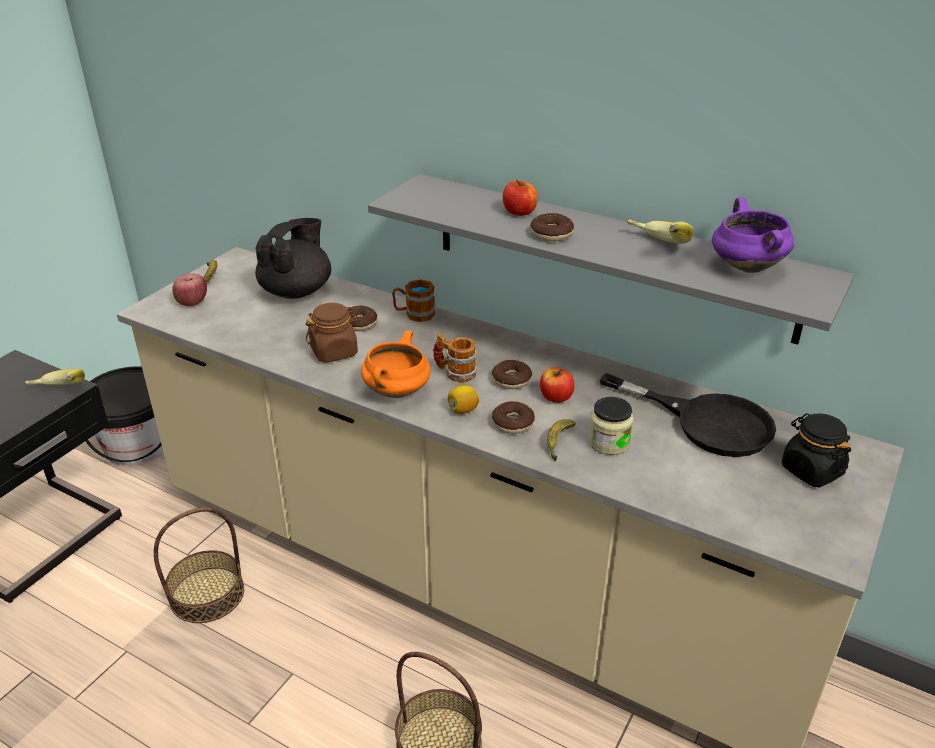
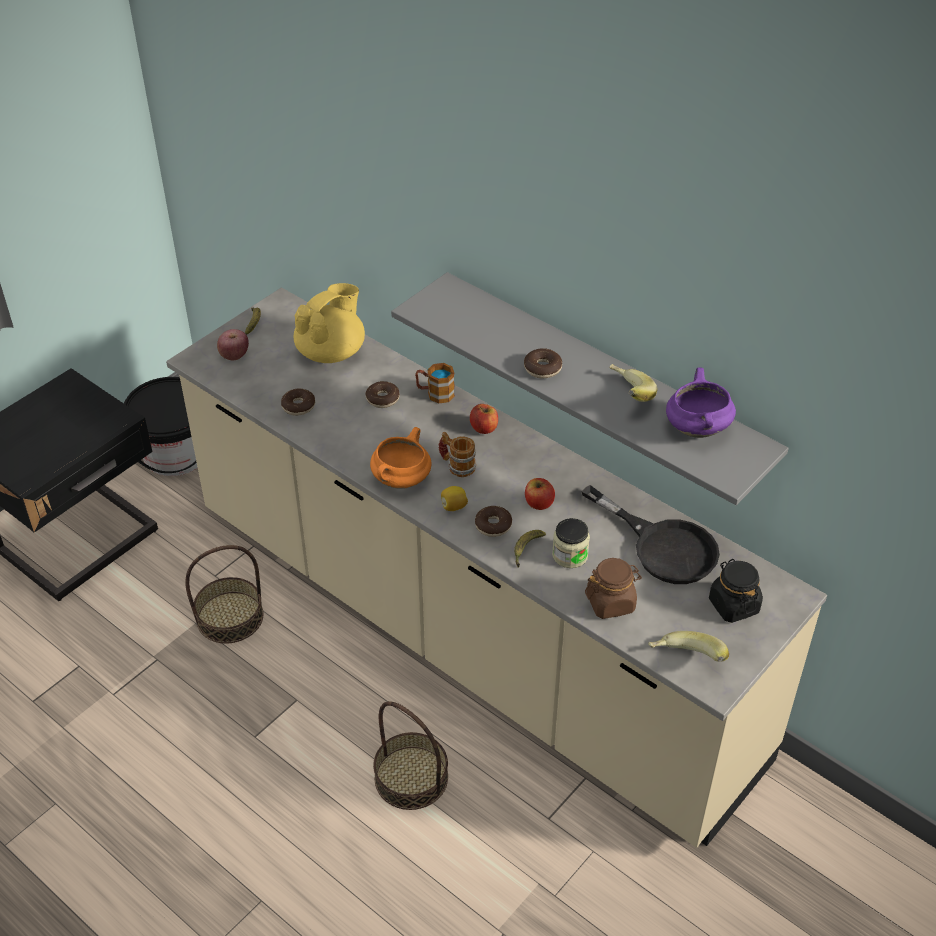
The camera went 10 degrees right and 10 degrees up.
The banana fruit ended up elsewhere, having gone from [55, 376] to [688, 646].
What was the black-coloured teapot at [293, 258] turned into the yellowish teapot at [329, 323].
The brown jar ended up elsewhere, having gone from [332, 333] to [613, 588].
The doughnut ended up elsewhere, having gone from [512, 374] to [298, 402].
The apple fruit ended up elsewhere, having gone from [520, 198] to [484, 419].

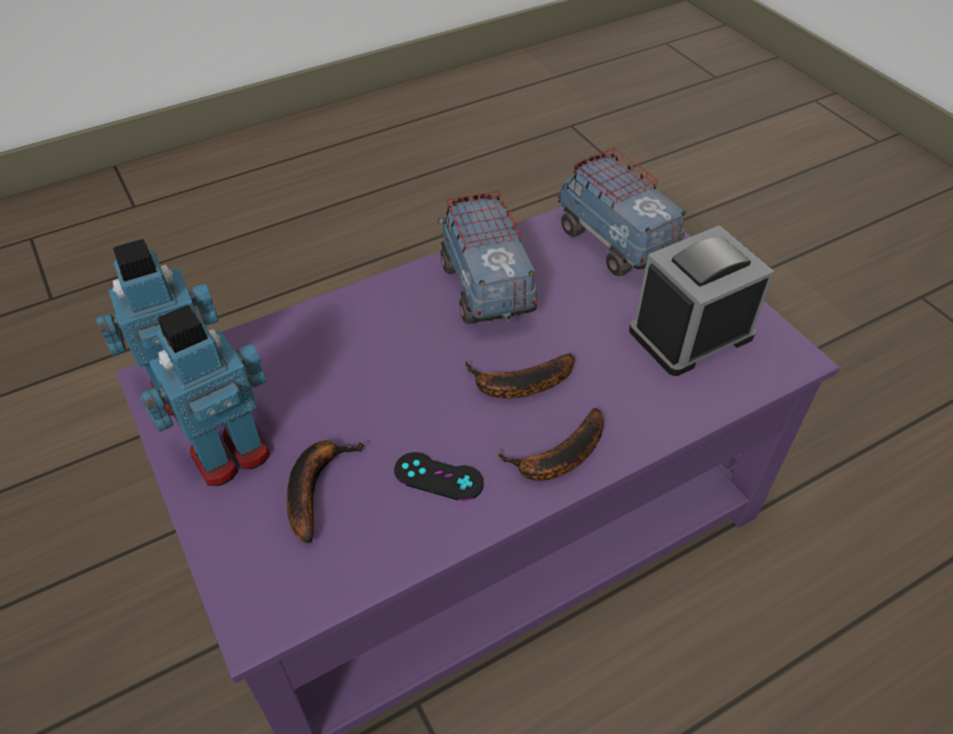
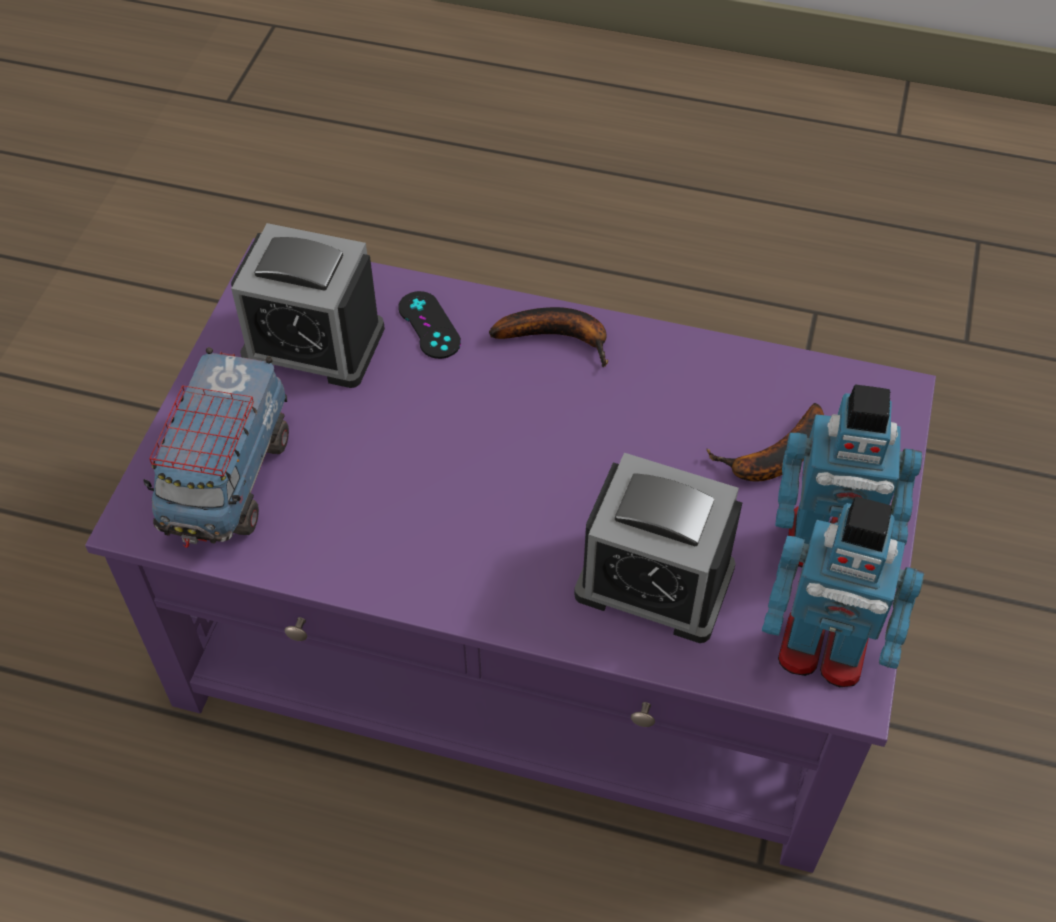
The camera went 135 degrees left and 5 degrees up.
The black-coloured joypad ended up elsewhere, having gone from [439, 476] to [429, 325].
The second view lost the model truck at [487, 257].
The second view lost the banana fruit at [520, 375].
The second view gained the table clock at [658, 548].

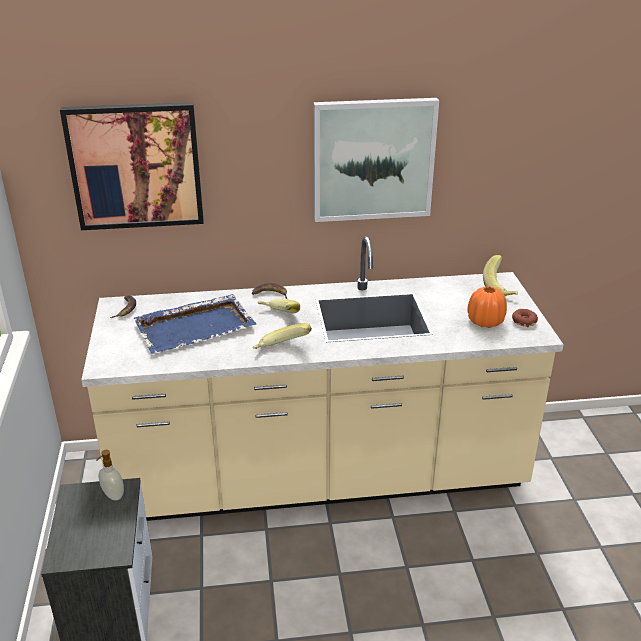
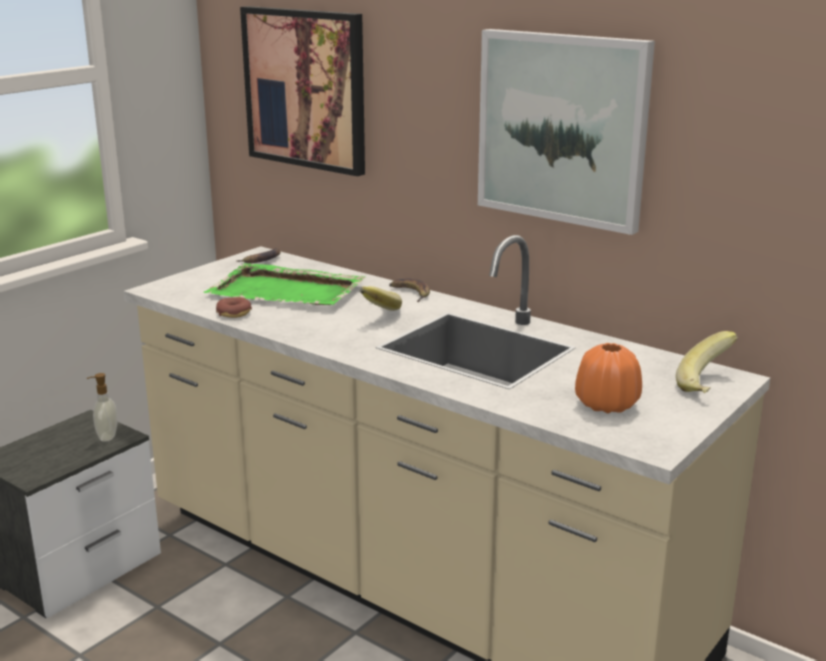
The camera went 45 degrees right and 10 degrees down.
What was the blue serving tray at [194, 324] turned into the green serving tray at [284, 284].
The second view lost the banana fruit at [282, 336].
The doughnut ended up elsewhere, having gone from [525, 318] to [234, 307].

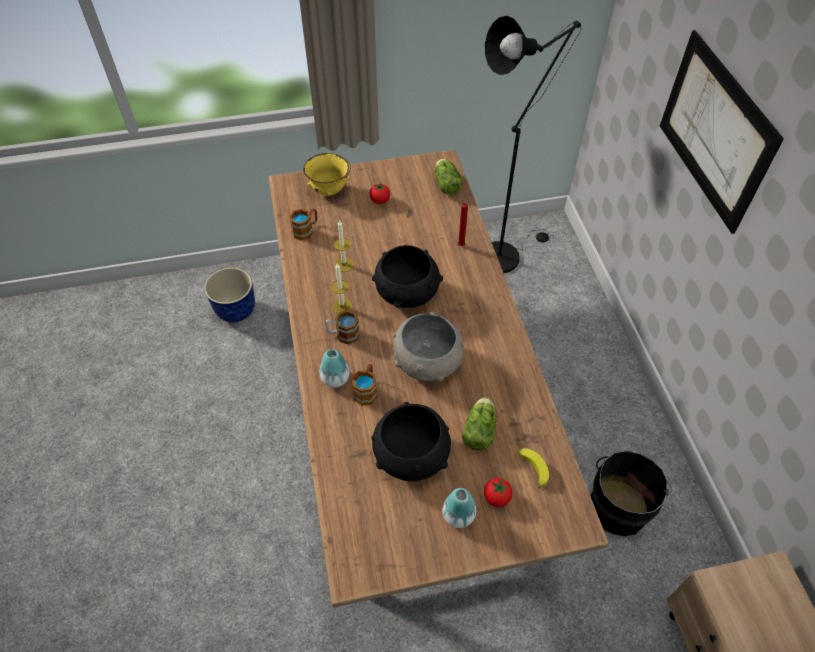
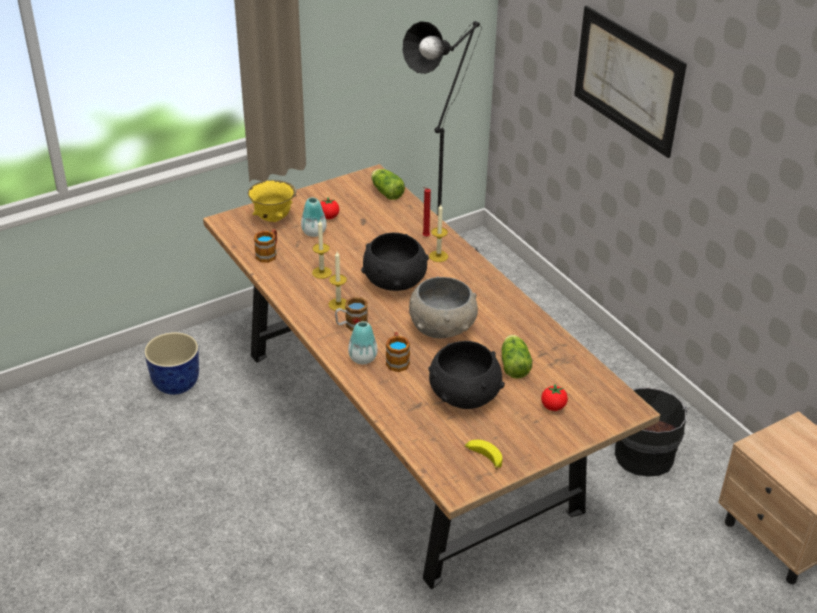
The camera went 20 degrees left and 15 degrees down.
The decorative vase ended up elsewhere, having gone from [459, 508] to [314, 217].
The banana fruit ended up elsewhere, having gone from [533, 468] to [483, 454].
The second view gained the candle at [438, 233].

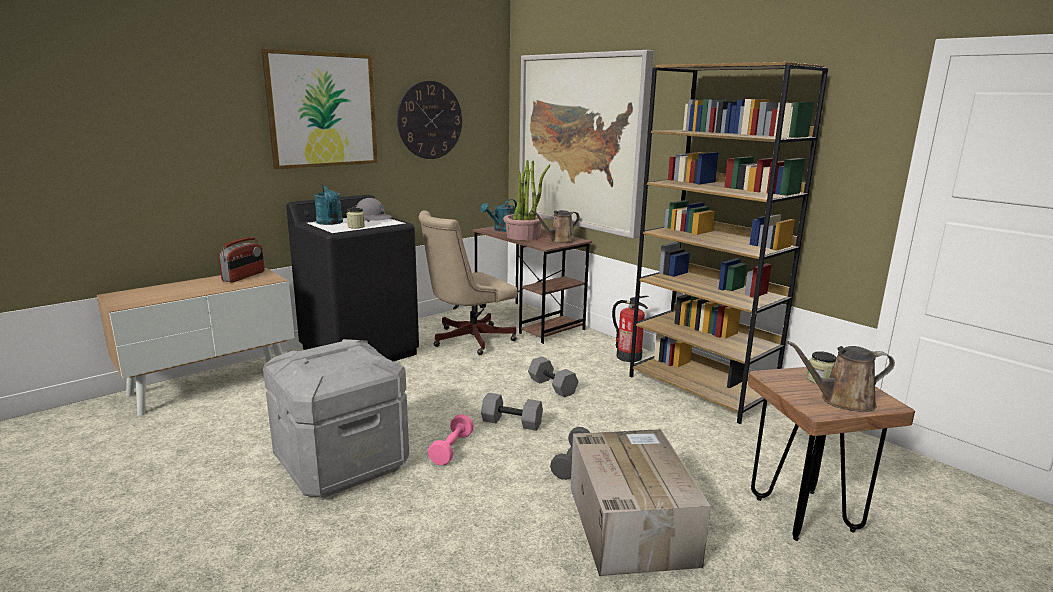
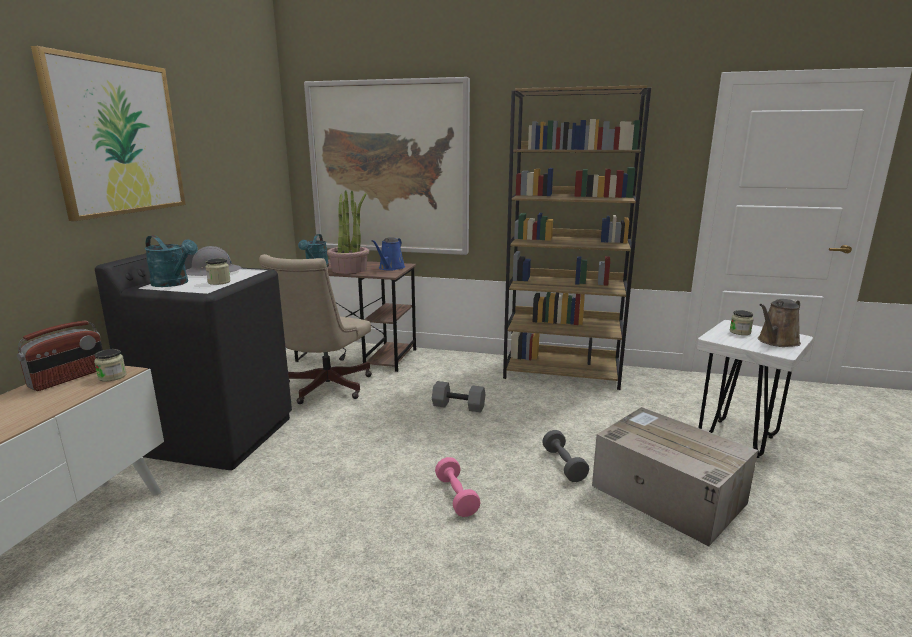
The camera went 35 degrees left and 0 degrees up.
The radio at [242, 259] ended up facing another way, 45 degrees clockwise from before.
The second view lost the gray storage container at [336, 418].
The second view lost the hanging clock at [429, 120].
The second view lost the gray free weight at [512, 412].
What was the brown watering can at [556, 226] turned into the blue watering can at [388, 254].
The second view lost the fire-fighting cylinder at [630, 329].
What was the brown stool at [831, 454] turned into the white-coloured stool at [755, 389].
The second view gained the jar at [110, 365].

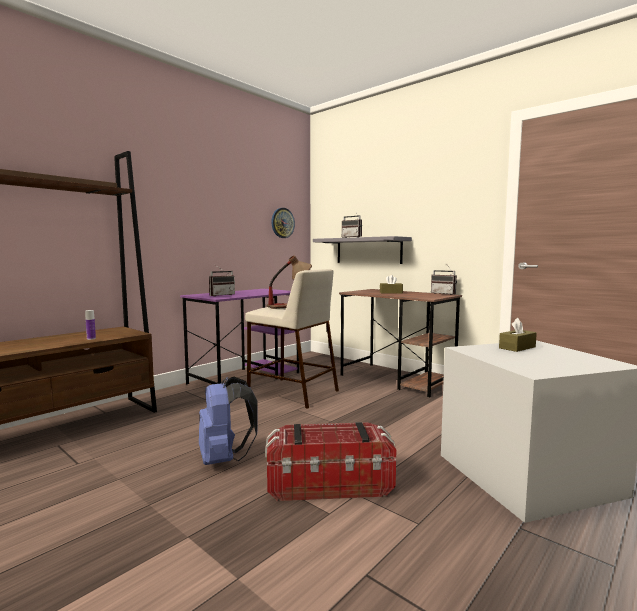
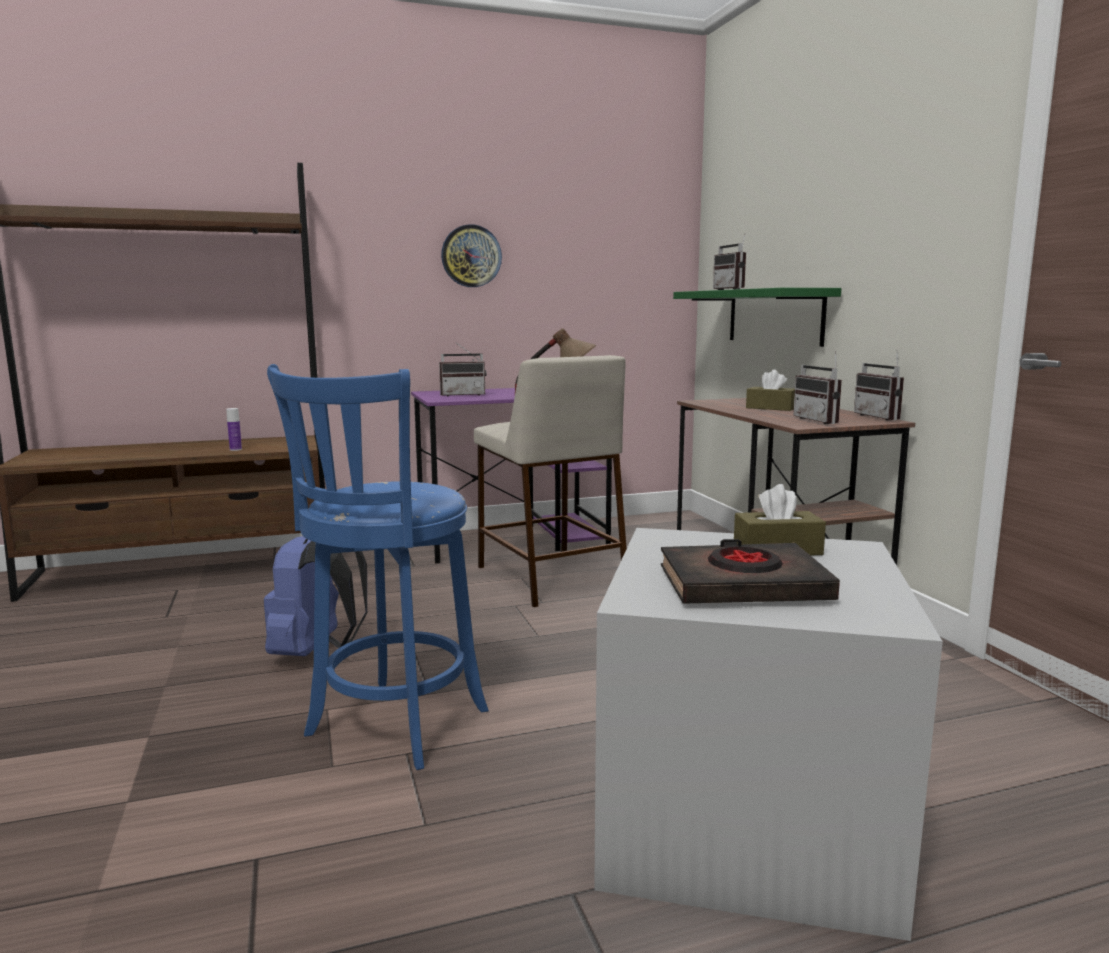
The camera went 30 degrees right and 5 degrees up.
Where the storage container stood at [330, 461], the blue stool came to stand at [378, 567].
The hanging clock ended up elsewhere, having gone from [283, 223] to [471, 255].
What was the gray shelf at [362, 250] turned into the green shelf at [757, 317].
The second view gained the black-coloured volume at [750, 571].
The second view gained the radio at [817, 387].

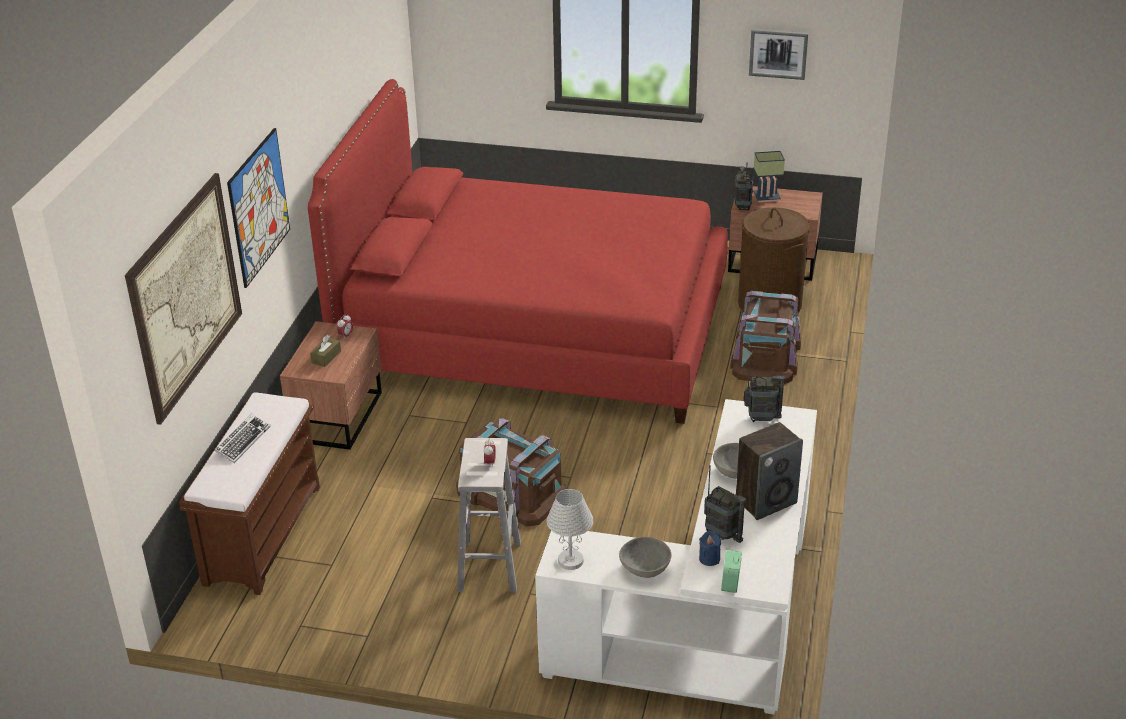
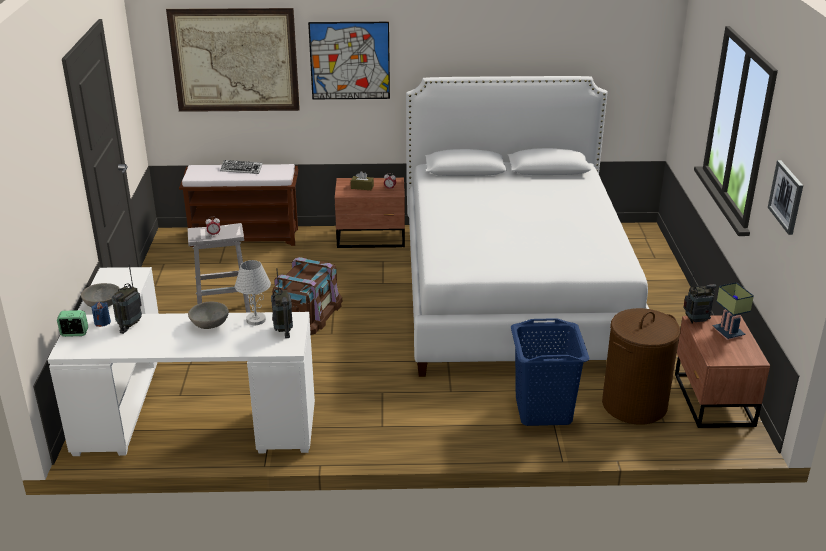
The camera went 75 degrees right and 5 degrees down.
What was the red sleeping bed at [518, 251] turned into the white-coloured sleeping bed at [527, 226].
The white-coloured tabletop lamp ended up elsewhere, having gone from [569, 529] to [253, 292].
Where the brown storage container stood at [765, 337], the blue hamper came to stand at [550, 372].
The second view lost the speaker at [769, 471].

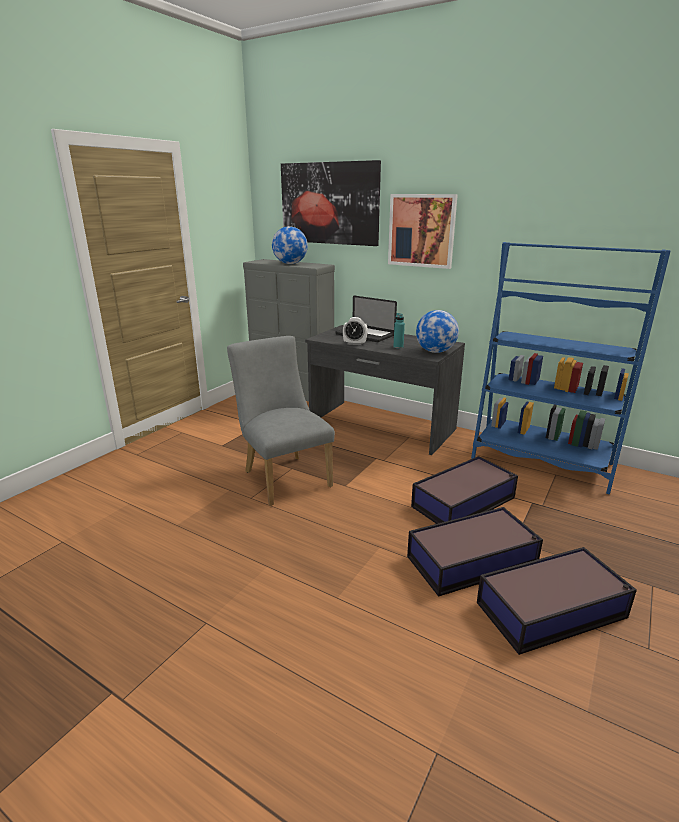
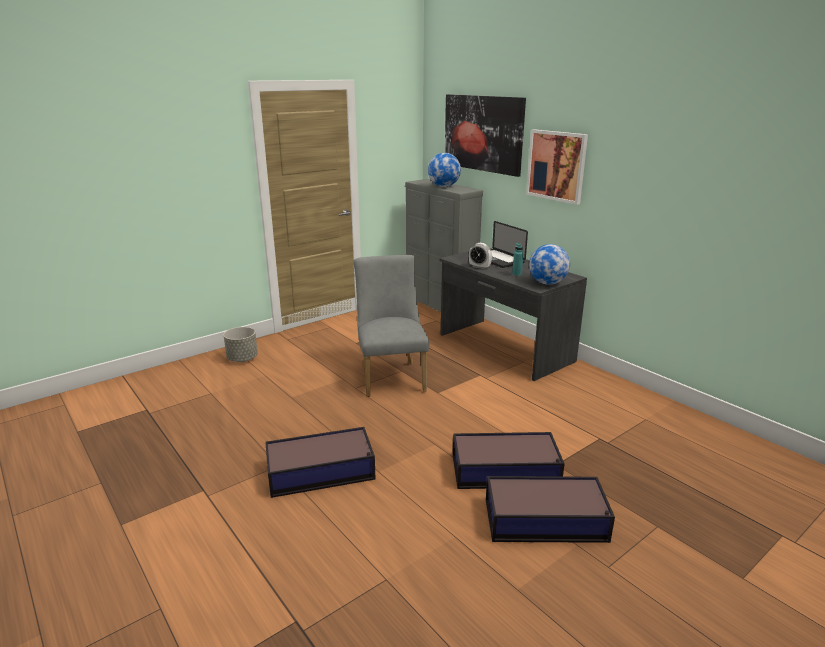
The camera went 20 degrees right and 0 degrees up.
The storage container ended up elsewhere, having gone from [464, 490] to [320, 462].
The second view lost the blue bookcase at [570, 368].
The second view gained the gray plant pot at [241, 344].

